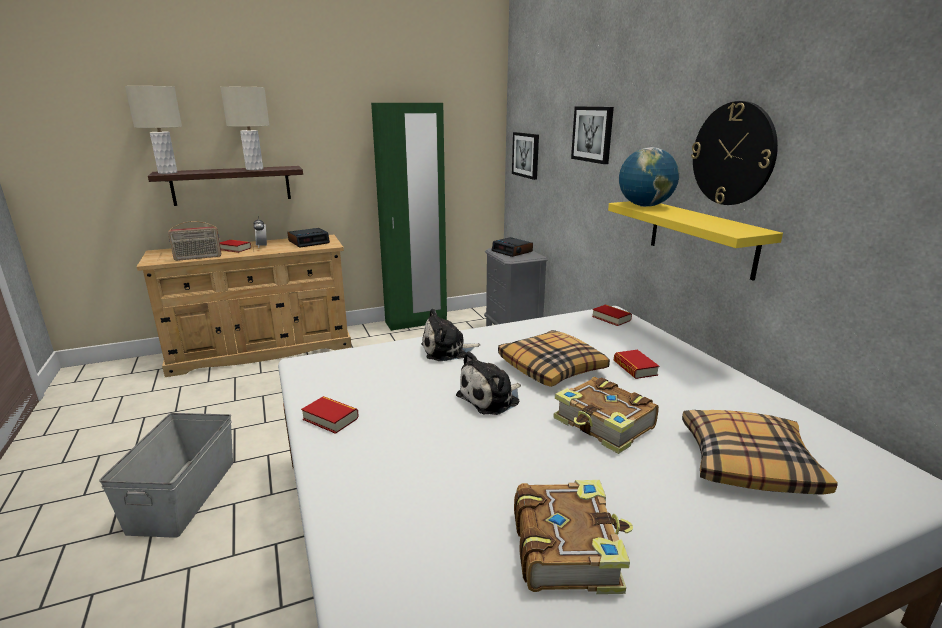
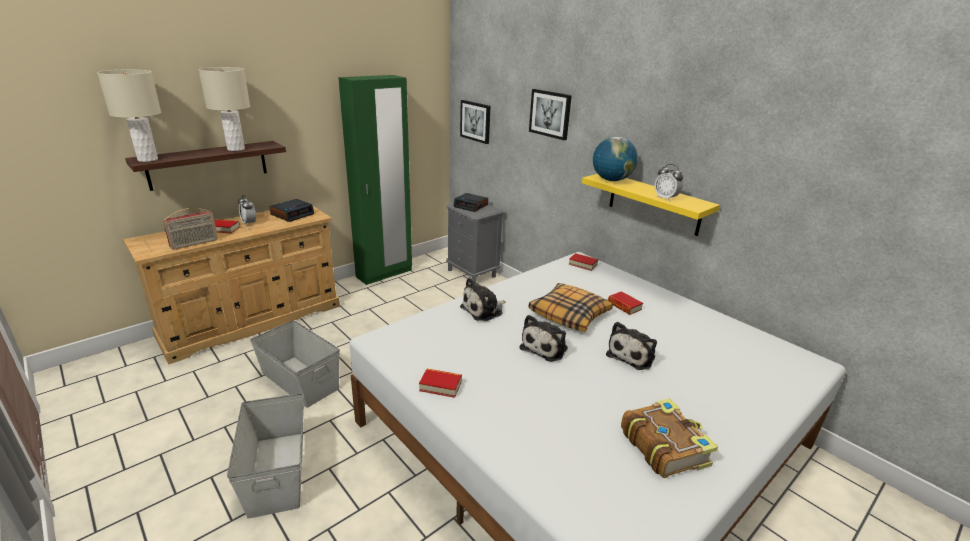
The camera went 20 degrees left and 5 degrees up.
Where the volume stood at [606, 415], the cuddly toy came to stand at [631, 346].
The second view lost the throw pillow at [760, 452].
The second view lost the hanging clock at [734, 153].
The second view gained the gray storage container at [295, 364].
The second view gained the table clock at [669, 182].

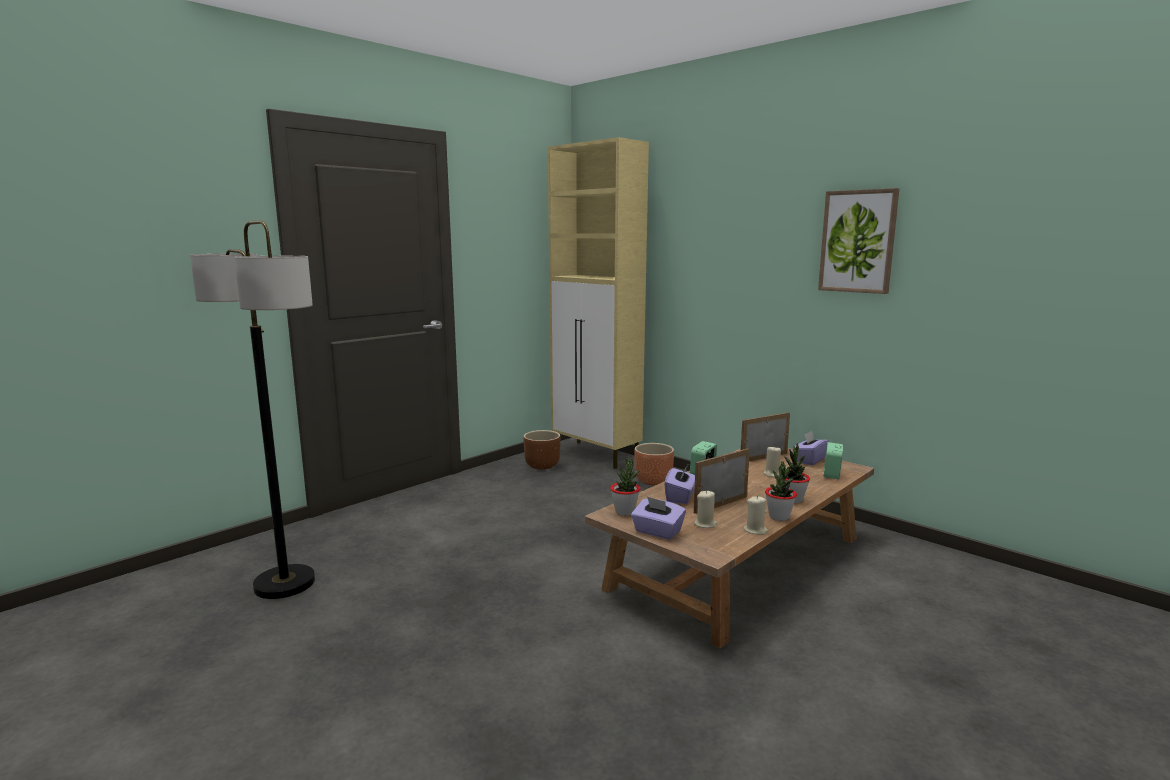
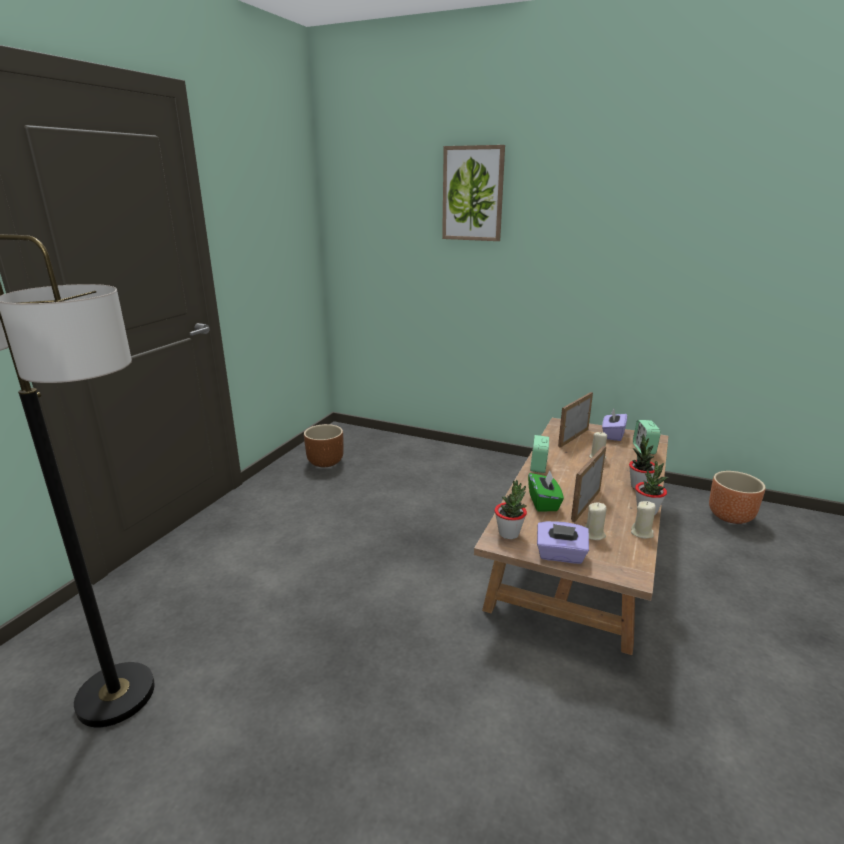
The camera went 20 degrees left and 10 degrees up.
The second view lost the sand-coloured storage cabinet at [598, 303].
The brown plant pot ended up elsewhere, having gone from [654, 464] to [737, 497].
What was the purplish tissue box at [679, 484] turned into the green tissue box at [546, 491].
The wall picture ended up elsewhere, having gone from [858, 241] to [473, 193].

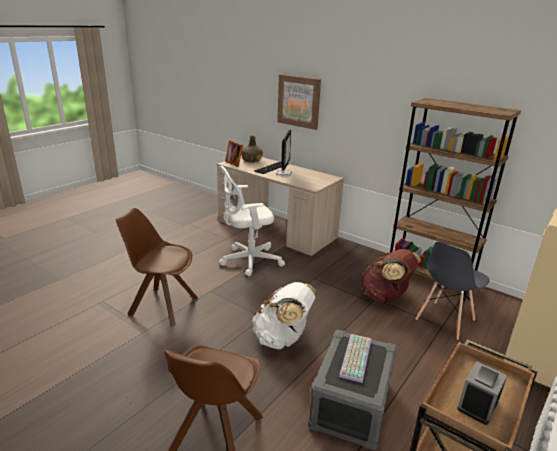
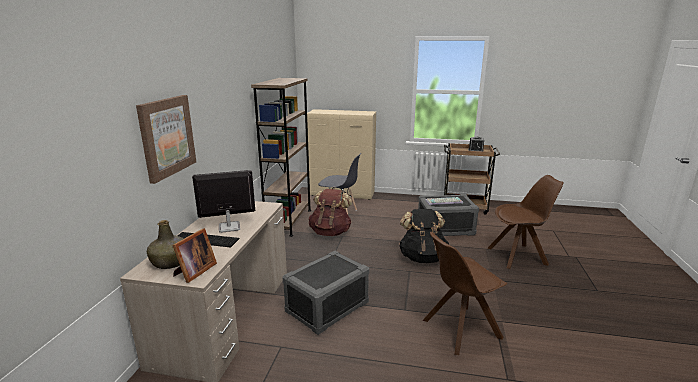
The camera went 115 degrees left and 5 degrees down.
The brown chair at [157, 267] ended up facing another way, 75 degrees clockwise from before.
Where the white-coloured office chair stood at [252, 221], the gray storage container came to stand at [326, 293].
What was the white-coloured knapsack at [284, 315] turned into the black-coloured knapsack at [424, 236].

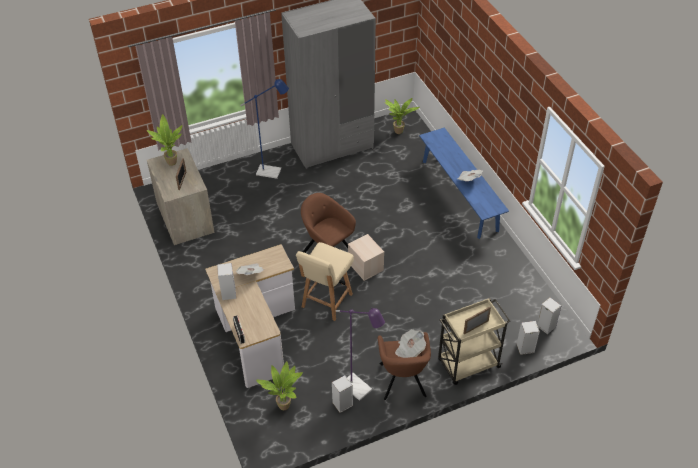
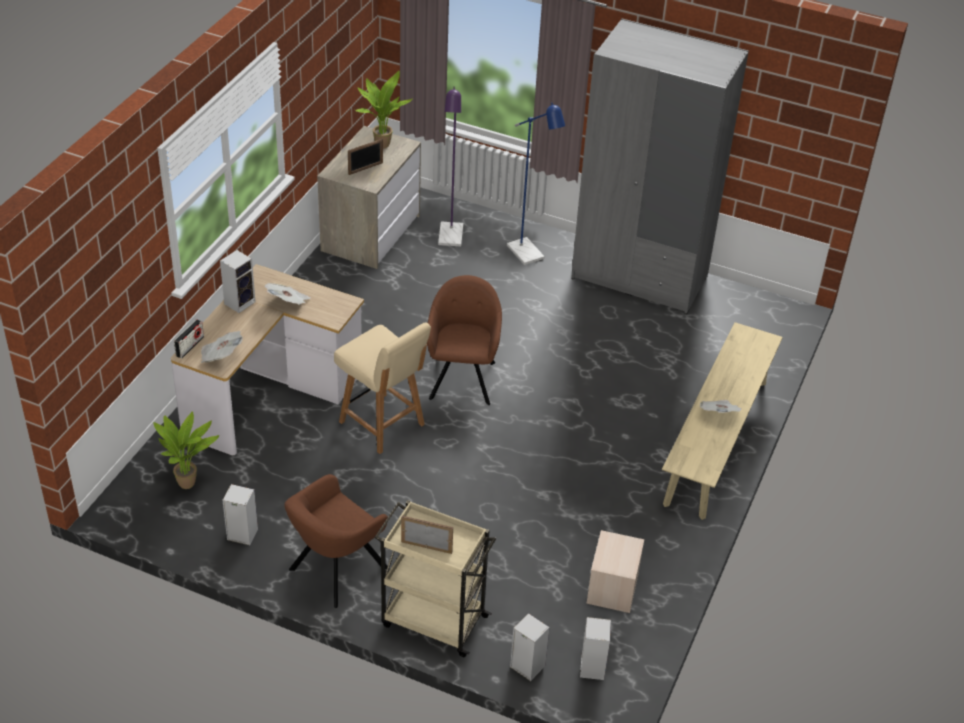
The camera went 45 degrees right and 5 degrees down.
The sand-coloured chair at [325, 281] ended up facing another way, 120 degrees counterclockwise from before.
The purplish standard lamp ended up elsewhere, having gone from [360, 354] to [450, 167].
The sand-coloured storage container ended up elsewhere, having gone from [366, 257] to [615, 571].
The second view lost the houseplant at [402, 116].
The printed paper ended up elsewhere, having gone from [410, 343] to [222, 347].
What was the blue long seat at [464, 183] turned into the sand-coloured long seat at [722, 421].

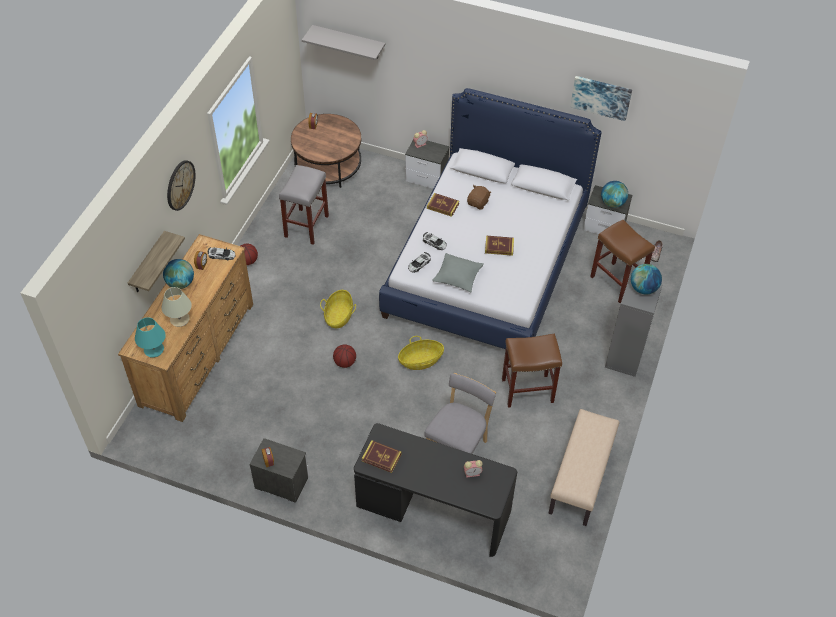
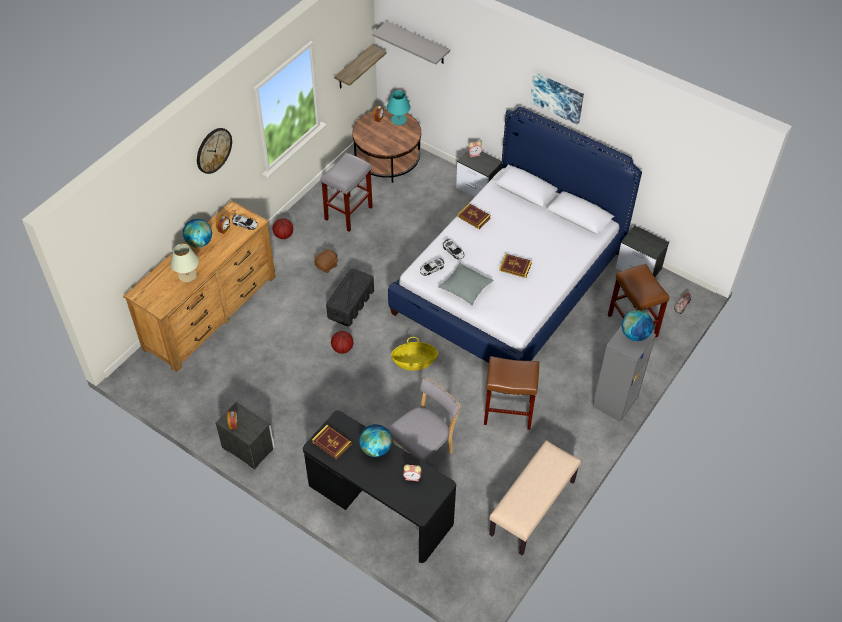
The camera went 15 degrees right and 0 degrees up.
The shelf ended up elsewhere, having gone from [156, 261] to [360, 67].
The turquoise-coloured tabletop lamp ended up elsewhere, having gone from [150, 337] to [399, 107].
Where the household basket stood at [338, 309], the black-coloured storage container came to stand at [350, 297].
The brown cuddly toy ended up elsewhere, having gone from [479, 197] to [326, 260].
The wall picture ended up elsewhere, having gone from [601, 98] to [557, 98].
The globe ended up elsewhere, having gone from [614, 194] to [375, 440].

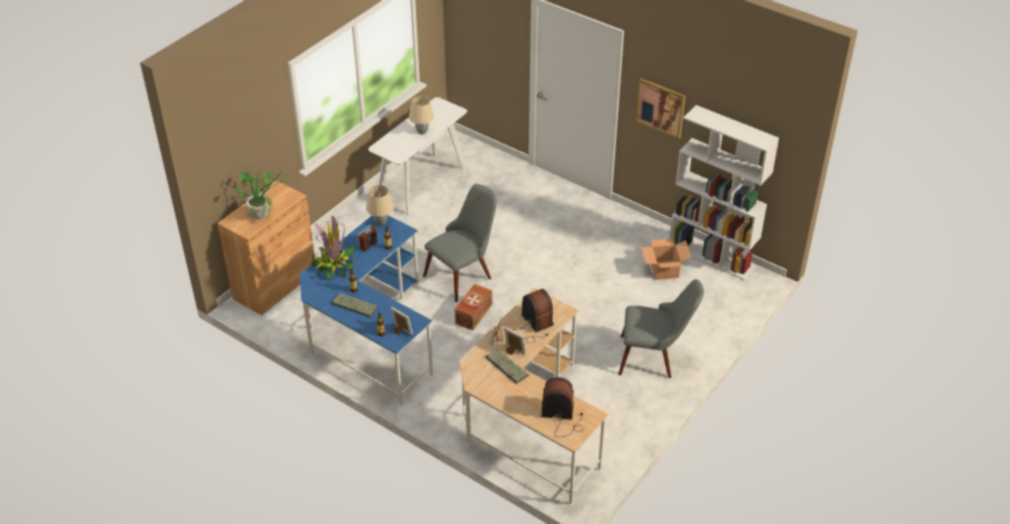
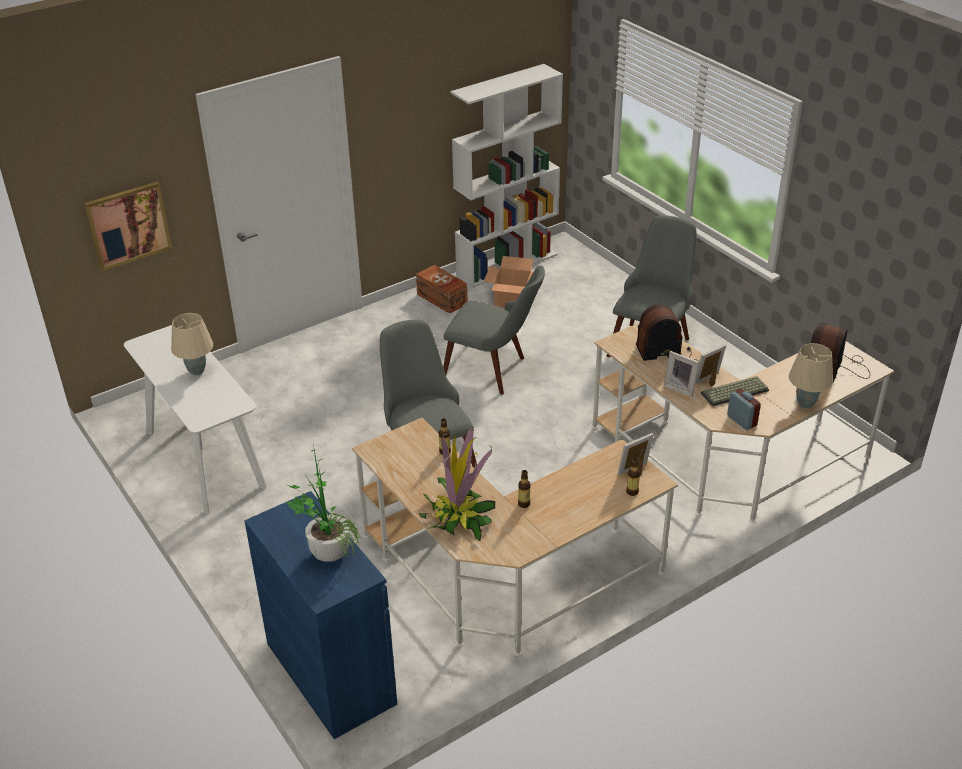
The camera went 70 degrees left and 5 degrees down.
What was the brown storage cabinet at [266, 248] turned into the blue storage cabinet at [320, 615].
What was the blue desk table at [367, 311] turned into the sand-coloured desk table at [515, 537].
The second view lost the PC keyboard at [354, 305].
The table clock ended up elsewhere, having gone from [367, 238] to [744, 409].
The sand-coloured tabletop lamp ended up elsewhere, having gone from [380, 205] to [811, 375].
The brown storage container ended up elsewhere, having gone from [473, 307] to [442, 289].
The wall picture ended up elsewhere, having gone from [660, 108] to [128, 226].
The second view gained the gray chair at [494, 330].

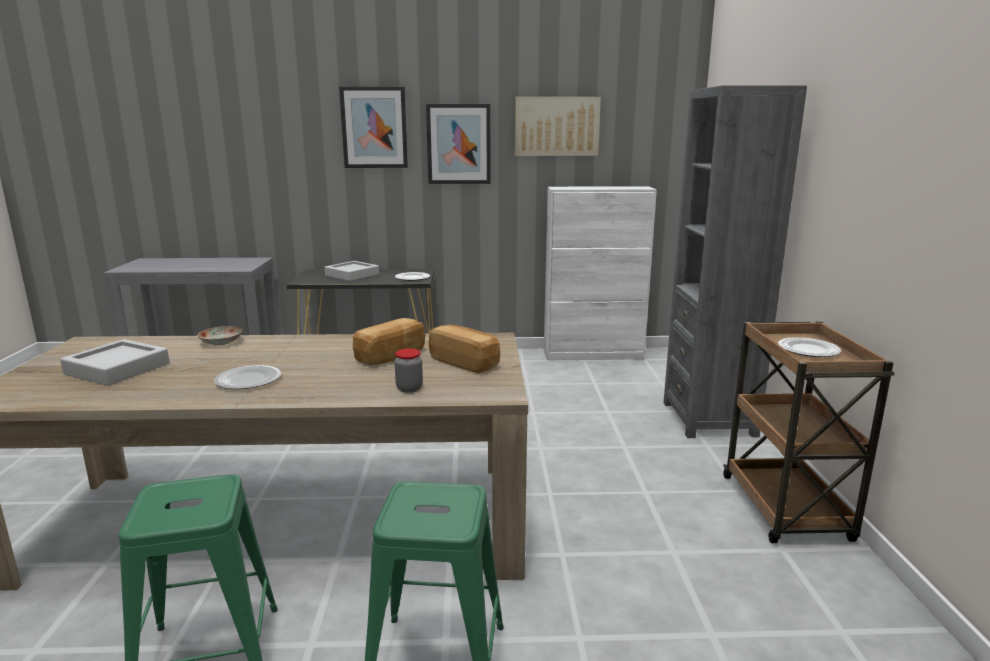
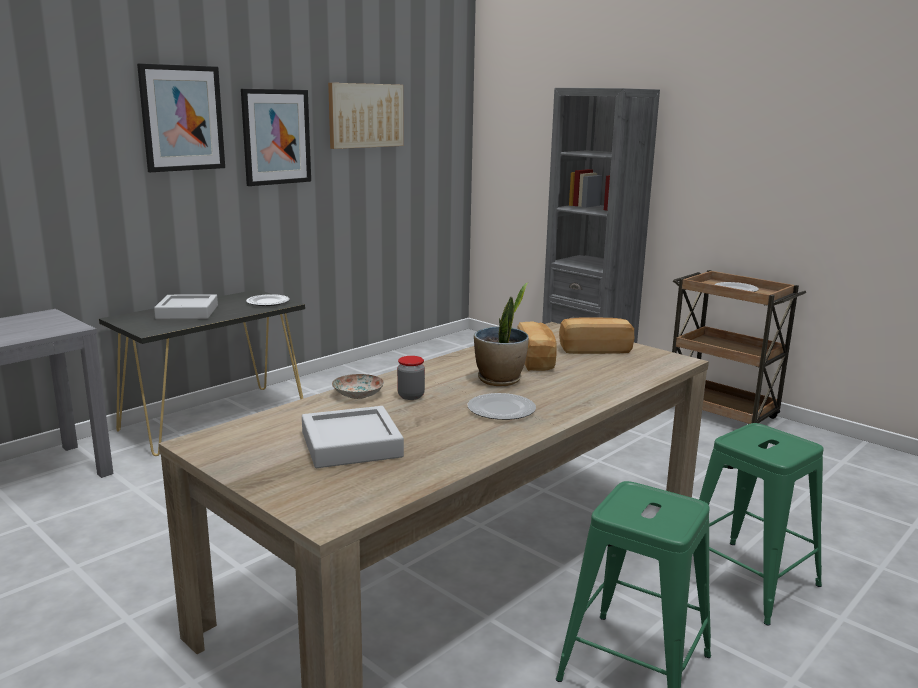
The camera went 45 degrees left and 0 degrees up.
The jar ended up elsewhere, having gone from [409, 370] to [411, 378].
The second view lost the white-coloured storage cabinet at [600, 273].
The second view gained the houseplant at [501, 334].

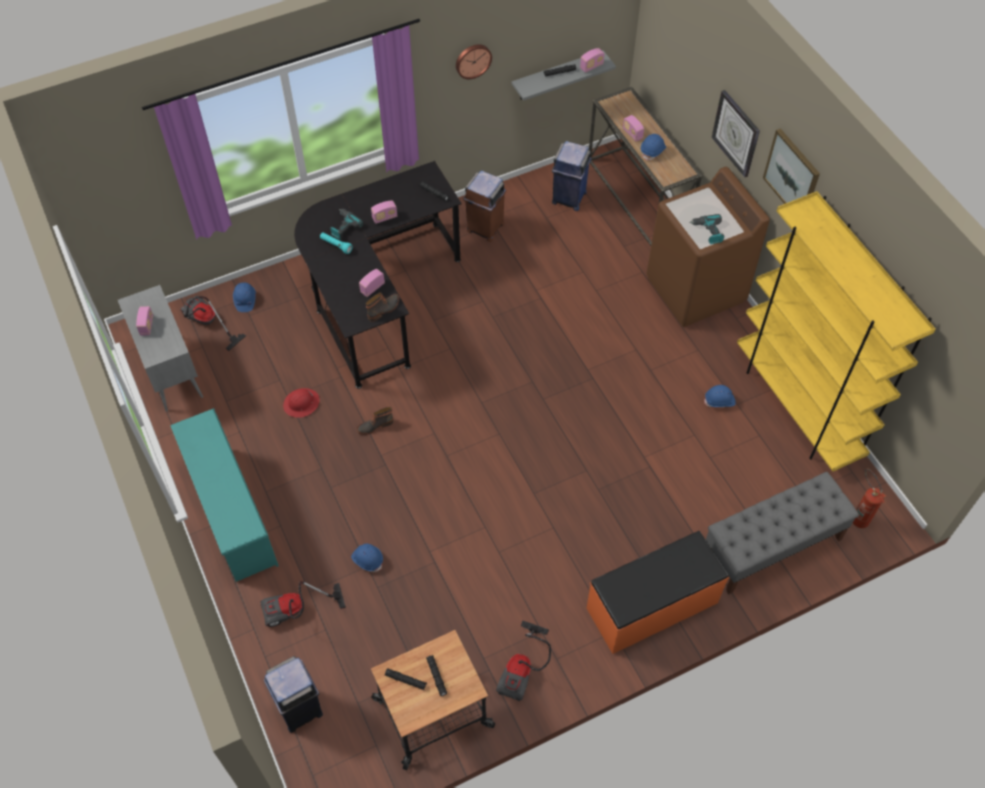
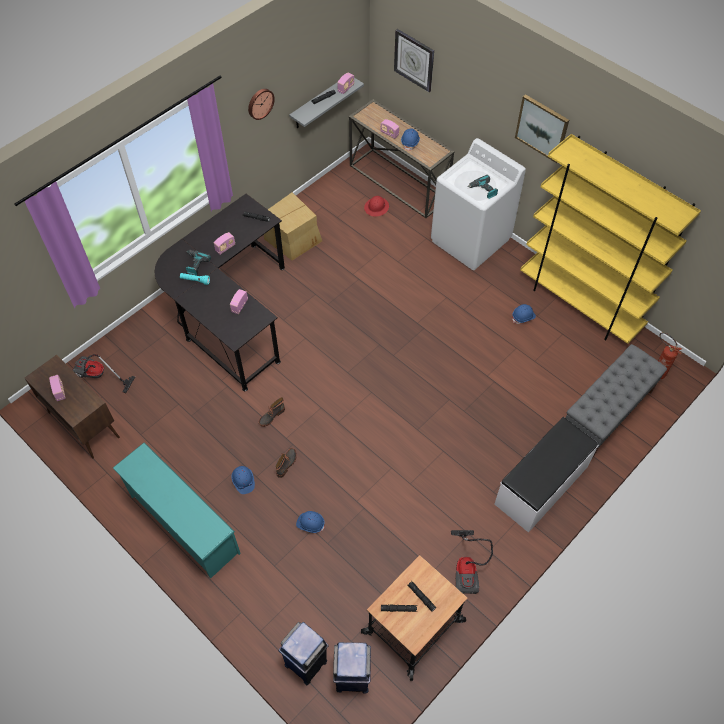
The camera went 20 degrees left and 0 degrees up.
What was the gray storage cabinet at [160, 348] turned into the brown storage cabinet at [72, 407].
The blue hard hat ended up elsewhere, having gone from [244, 297] to [243, 480].
The second view lost the vacuum cleaner at [303, 604].
The red hard hat ended up elsewhere, having gone from [301, 403] to [376, 206].
The high-top boot ended up elsewhere, having gone from [382, 307] to [286, 463].
Where the brown waste bin stood at [484, 206], the packing box came to stand at [293, 226].
The blue waste bin ended up elsewhere, having gone from [571, 176] to [352, 668].
What was the orange-coloured long seat at [658, 592] turned into the white-coloured long seat at [546, 475].
What was the brown laundry appliance at [708, 247] turned into the white-coloured laundry appliance at [478, 204].
The hanging clock ended up elsewhere, having gone from [736, 133] to [414, 60].

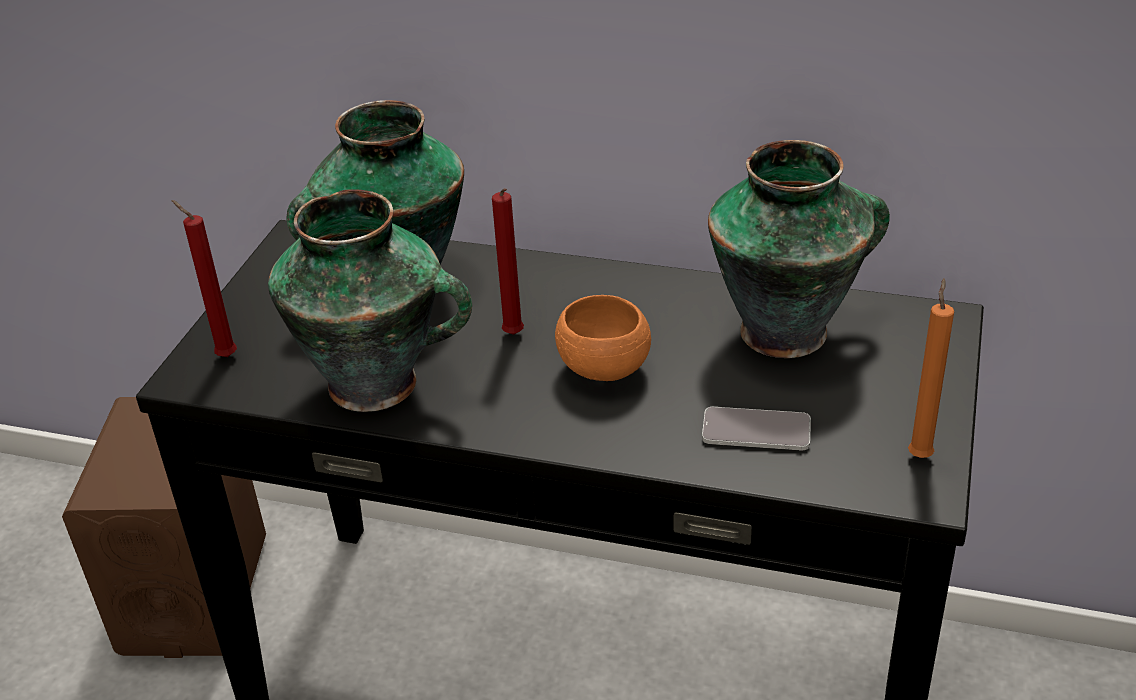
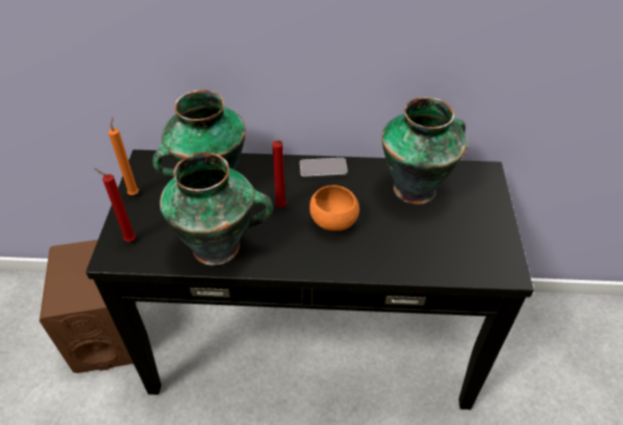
The camera went 15 degrees left and 10 degrees up.
The handset ended up elsewhere, having gone from [756, 428] to [324, 167].
The orange-coloured candle ended up elsewhere, having gone from [931, 368] to [123, 156].

